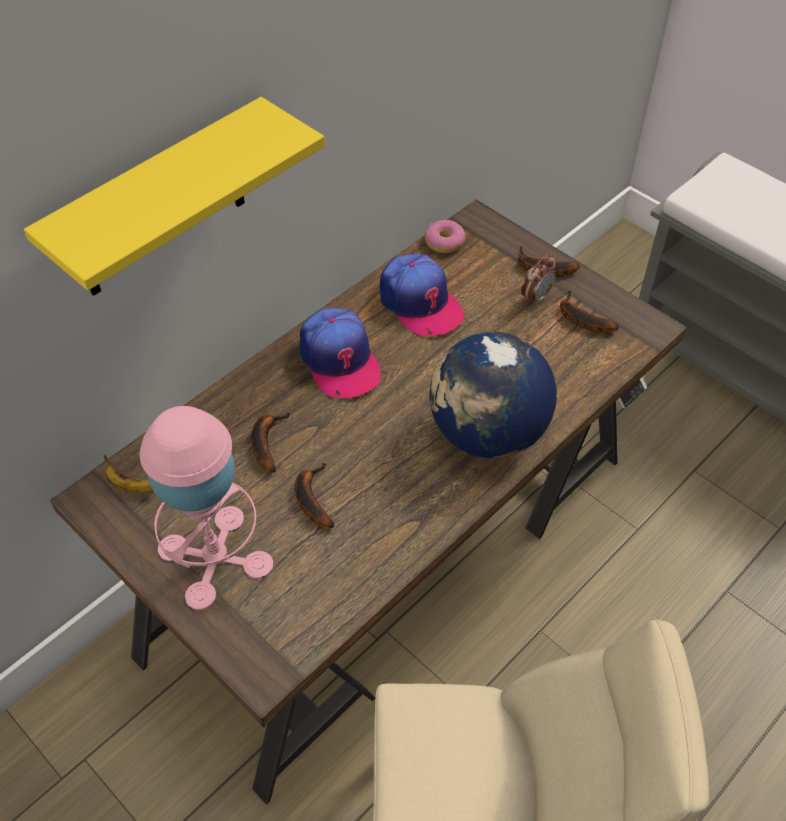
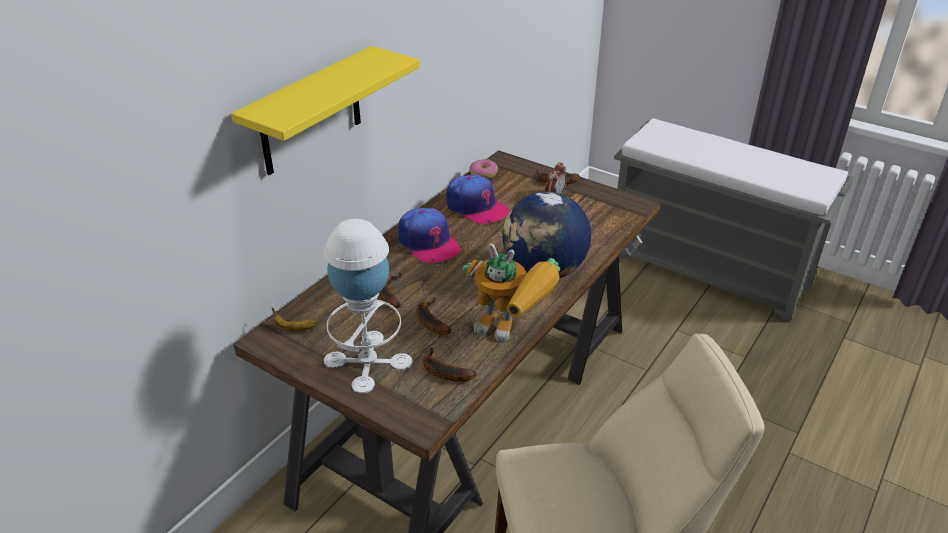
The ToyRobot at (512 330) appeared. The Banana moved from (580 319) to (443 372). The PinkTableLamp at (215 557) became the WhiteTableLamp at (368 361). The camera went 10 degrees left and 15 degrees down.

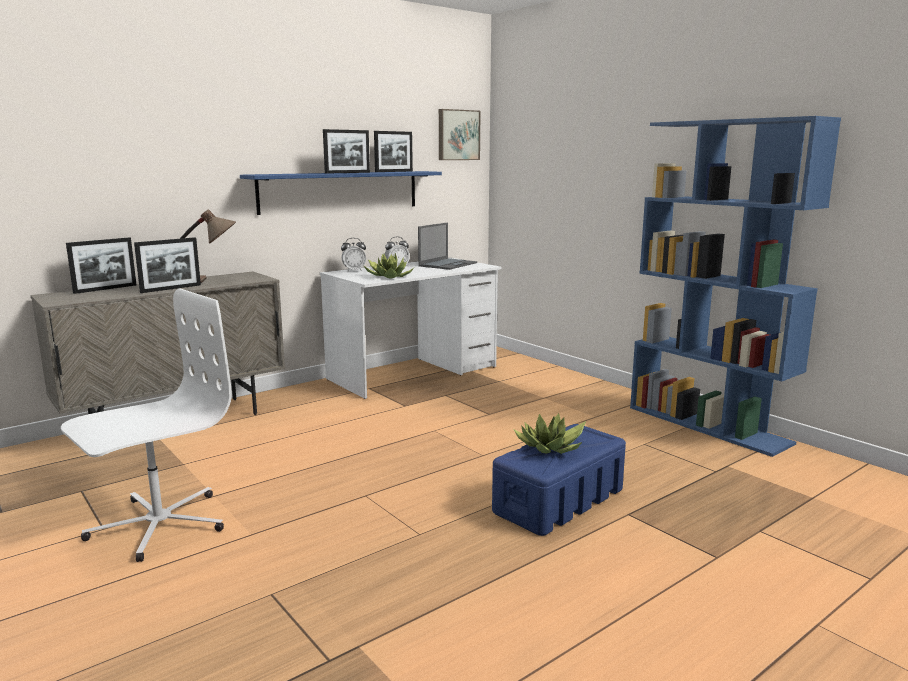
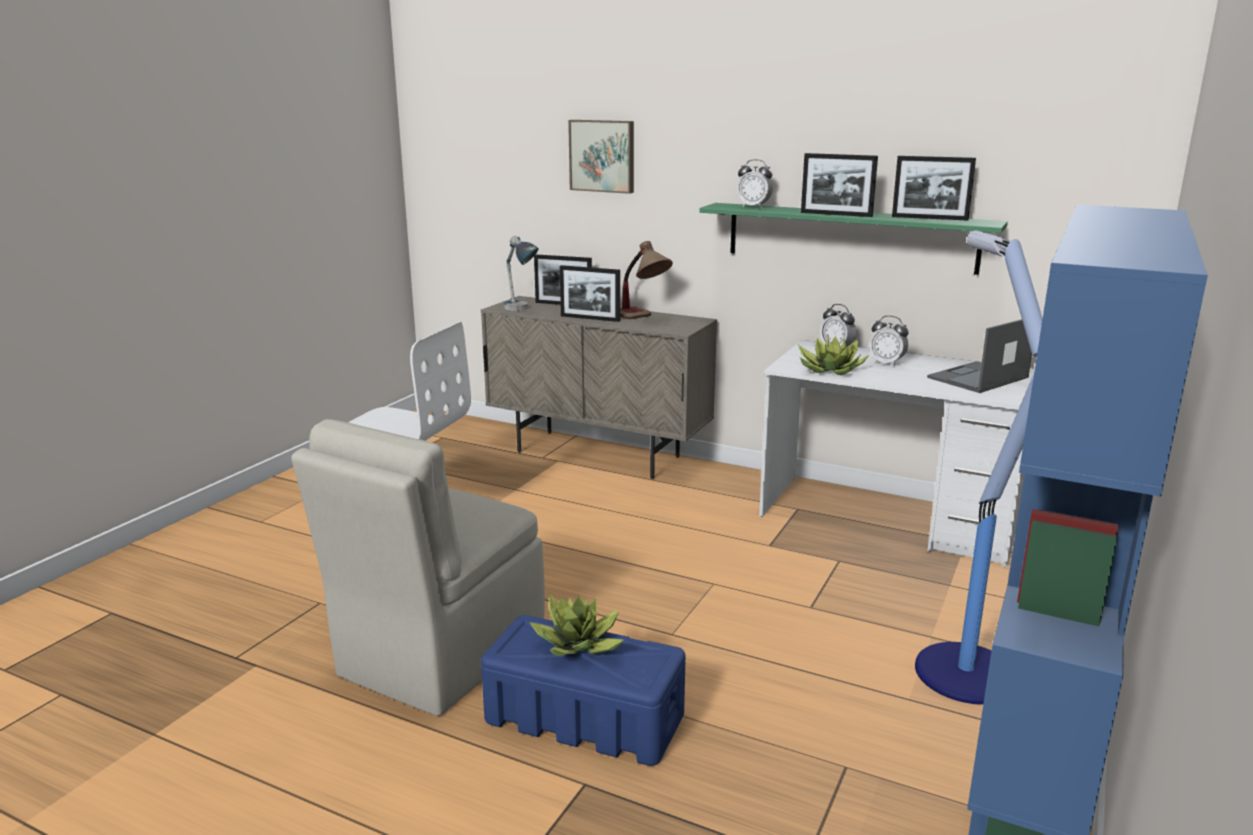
The BeigeChair at (439 655) appeared. The TableLamp at (520 310) appeared. The AlarmClock at (753 207) appeared. The FloorLamp at (963 671) appeared. The Picture moved from (457 135) to (603 156). The BlueShelf at (340 191) became the GreenShelf at (850 237). The Laptop at (448 264) turned 135 degrees clockwise. The camera went 65 degrees right and 5 degrees up.

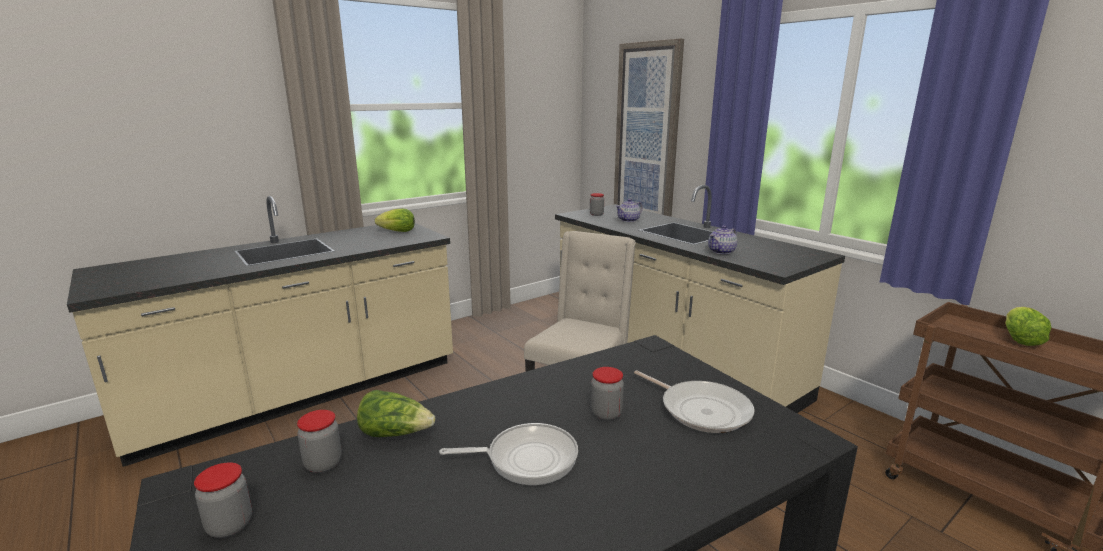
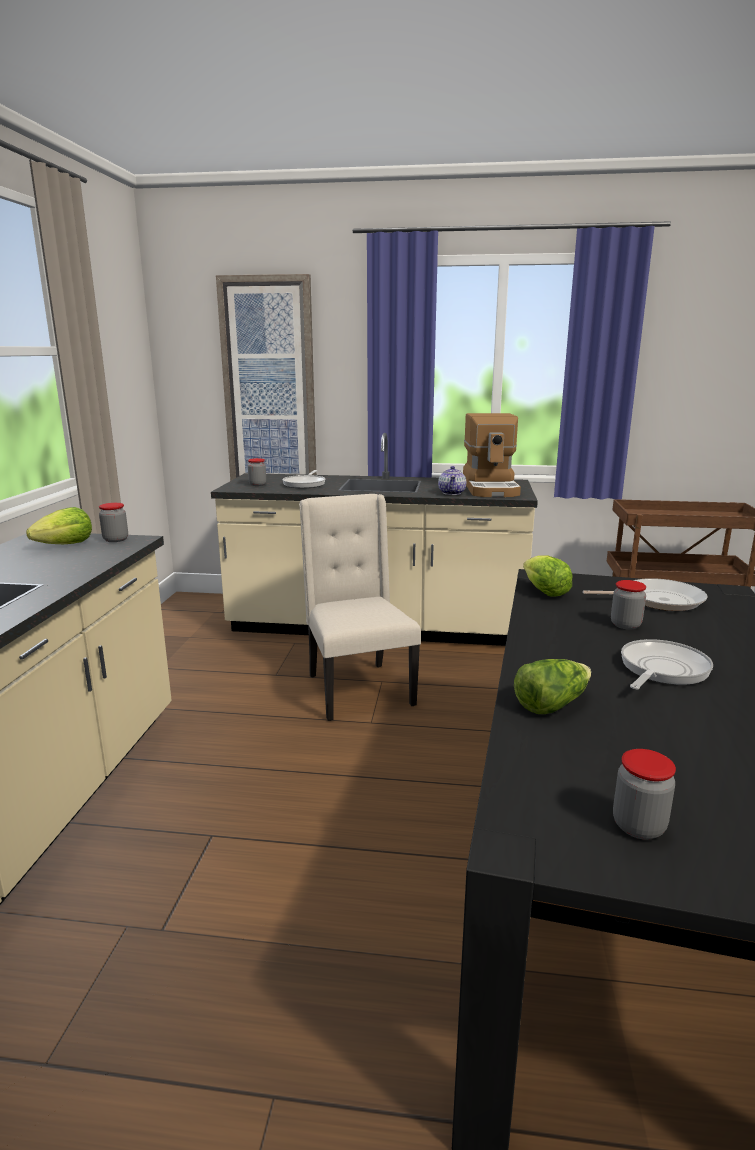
The CoffeeMachine at (491 488) appeared. The Jar moved from (323 464) to (115 539). The Lettuce moved from (1020 340) to (545 592). The Teapot at (629 220) was replaced by the FryingPan at (305 484). The camera went 45 degrees left and 0 degrees up.

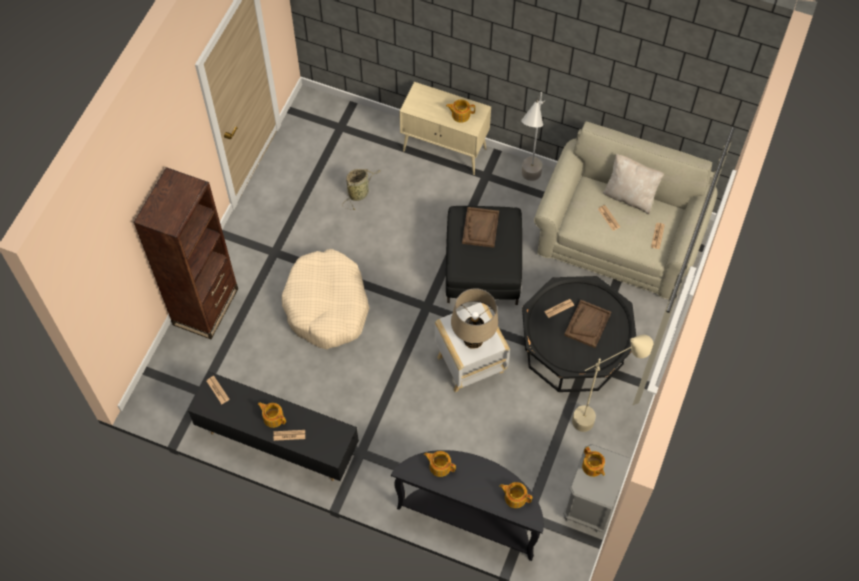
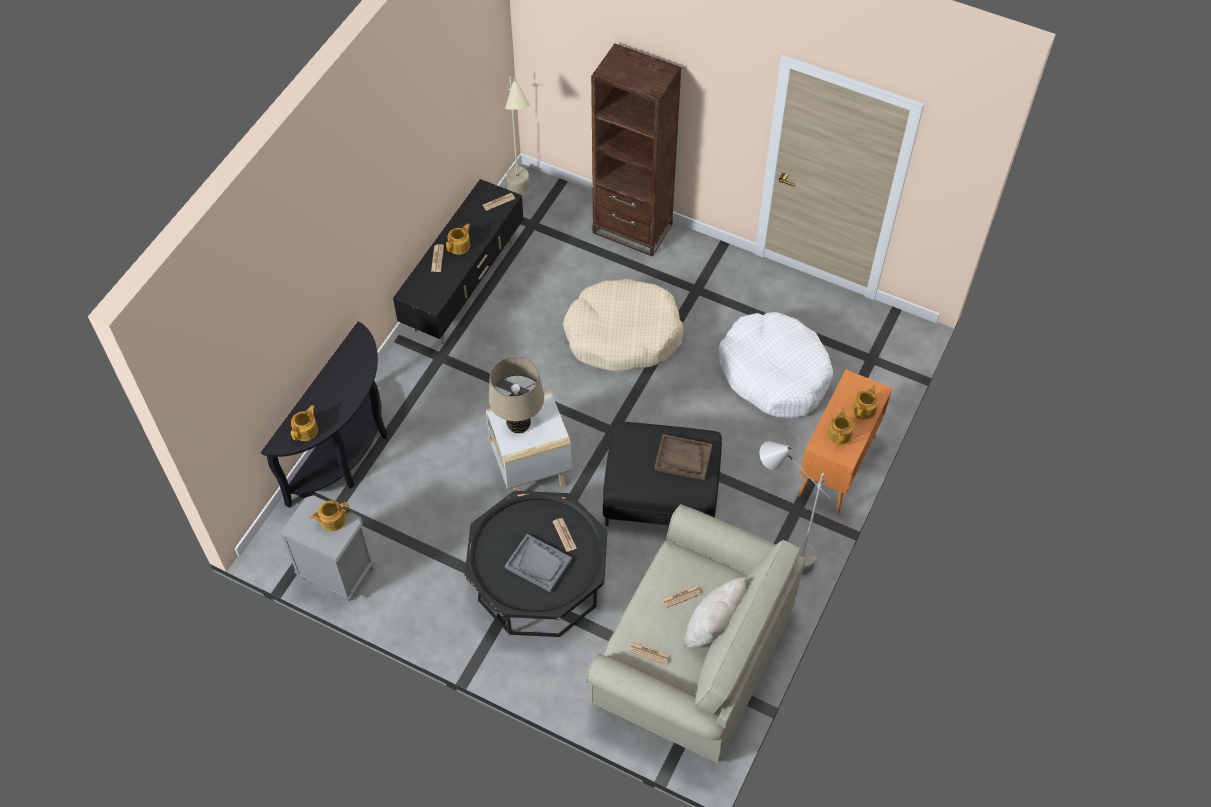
The Teapot moved from (439 466) to (864 409). The BeigeFloorLamp moved from (600 416) to (521 199). The Basket at (359 193) was replaced by the WhiteDogBed at (774 373). The BeigeCabinet at (445 150) became the OrangeCabinet at (836 467). The BrownTray at (587 324) became the GreyTray at (538 564). The camera went 95 degrees right and 5 degrees down.

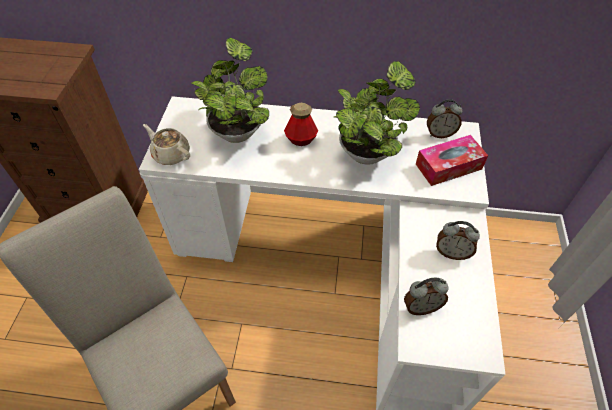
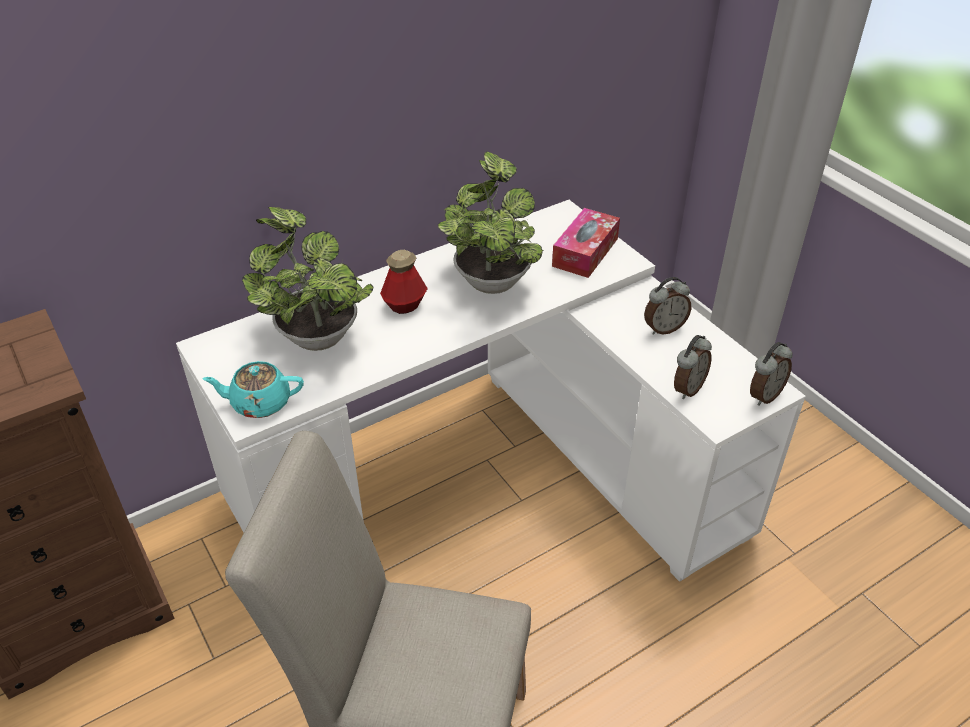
The AlarmClock moved from (440 134) to (764 395). The BeigeTeapot at (171 154) became the TurquoiseTeapot at (260 403). The camera went 40 degrees left and 10 degrees down.

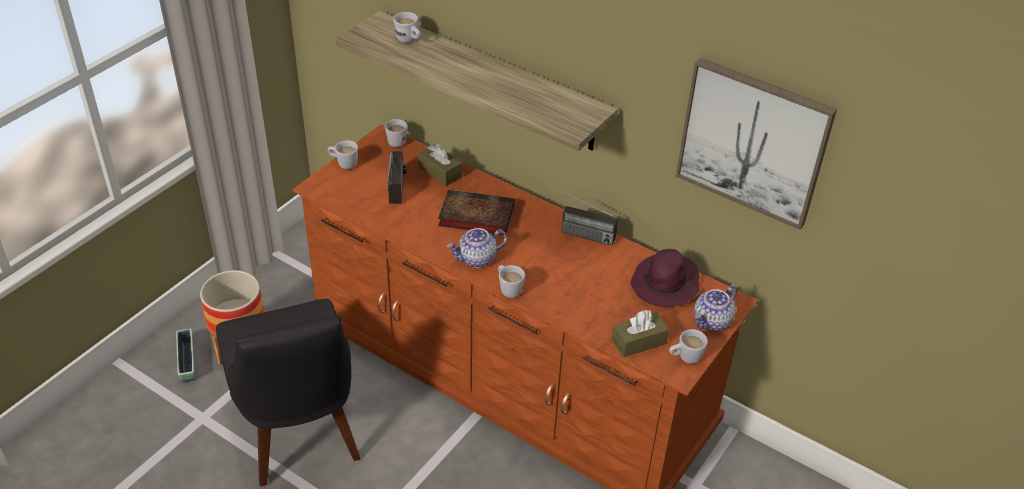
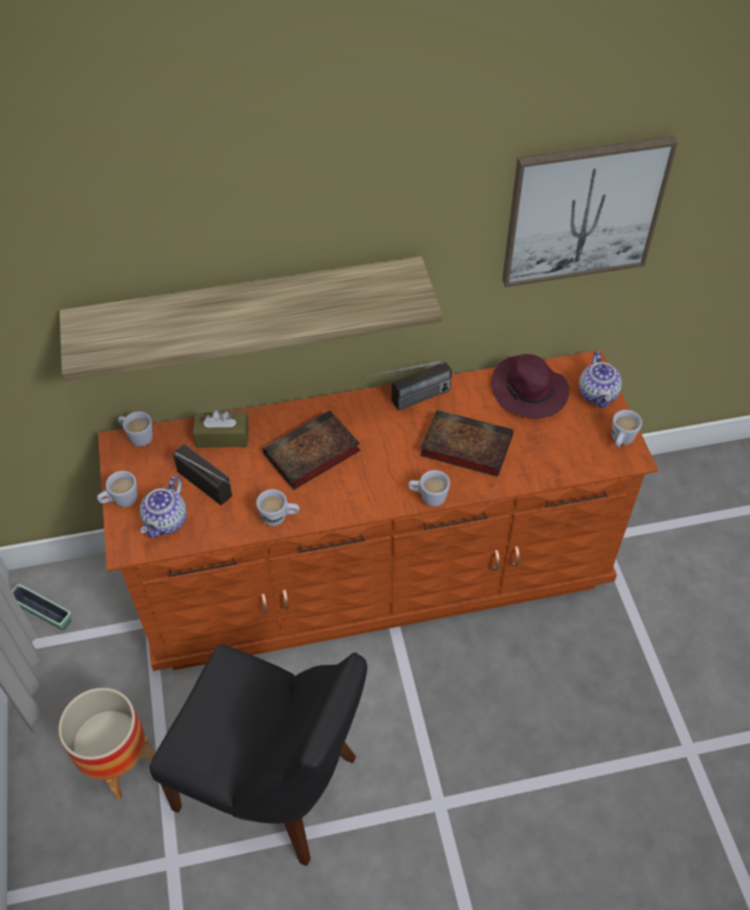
The BrownTissueBox at (639 341) disappeared. The Book at (464 446) appeared. The Planter moved from (187 361) to (43 612). The WhiteMug moved from (409 41) to (279 518). The Teapot moved from (477 259) to (166 521). The camera went 45 degrees left and 10 degrees up.

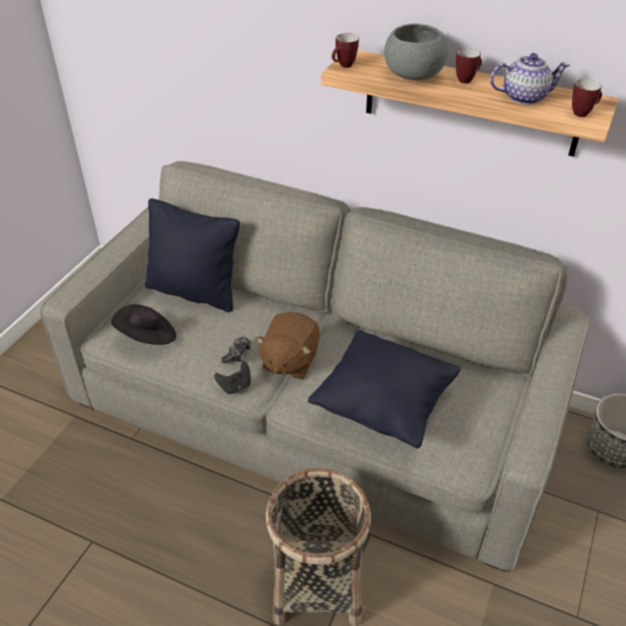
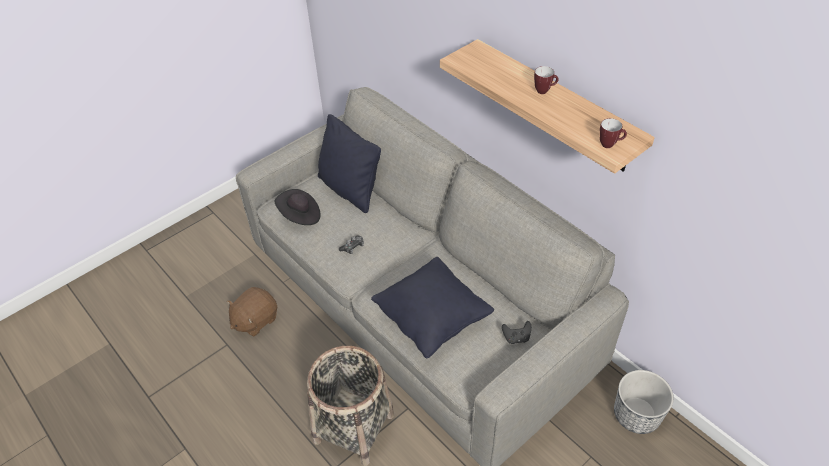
The Mug at (344 66) disappeared. The GreyBowl at (413 75) disappeared. The Teapot at (524 97) disappeared. The BlackGameController moved from (235 386) to (516 338). The BrownPlushToy moved from (289 361) to (255 320). The camera went 25 degrees right and 5 degrees up.

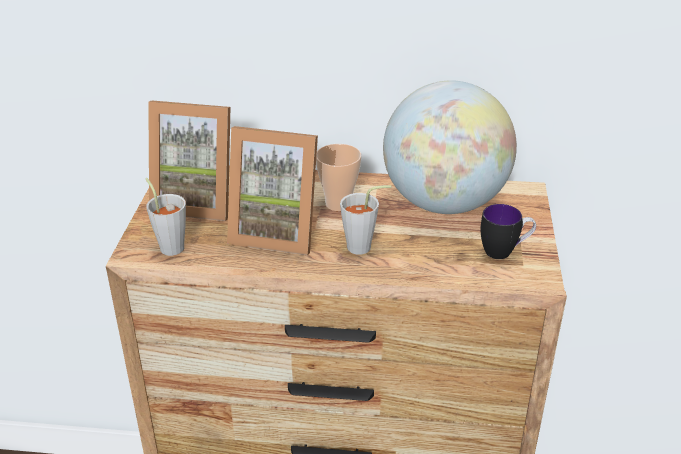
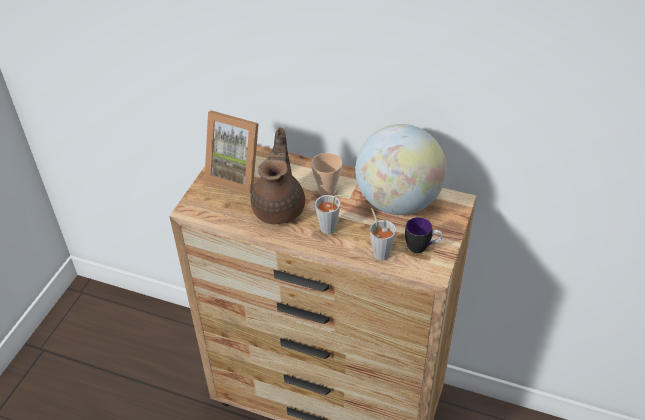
The GreyCup moved from (170 245) to (380 251). The PictureFrame at (276 231) was replaced by the BrownTeapot at (280 207). The camera went 15 degrees right and 10 degrees up.

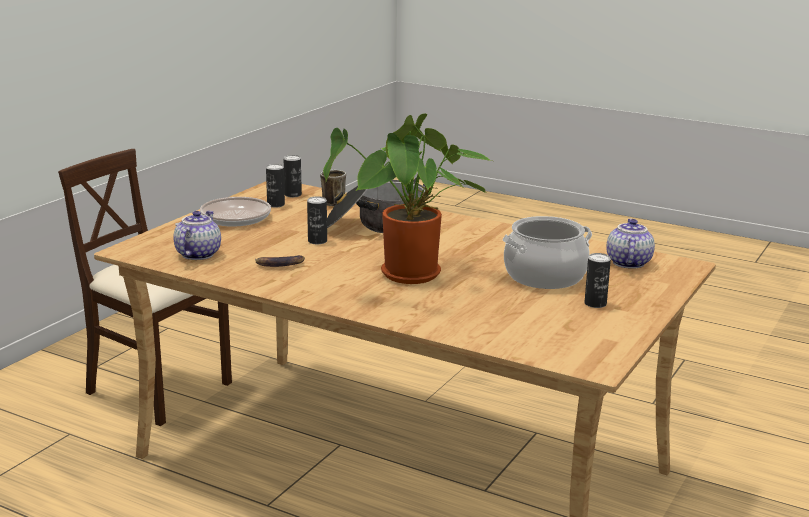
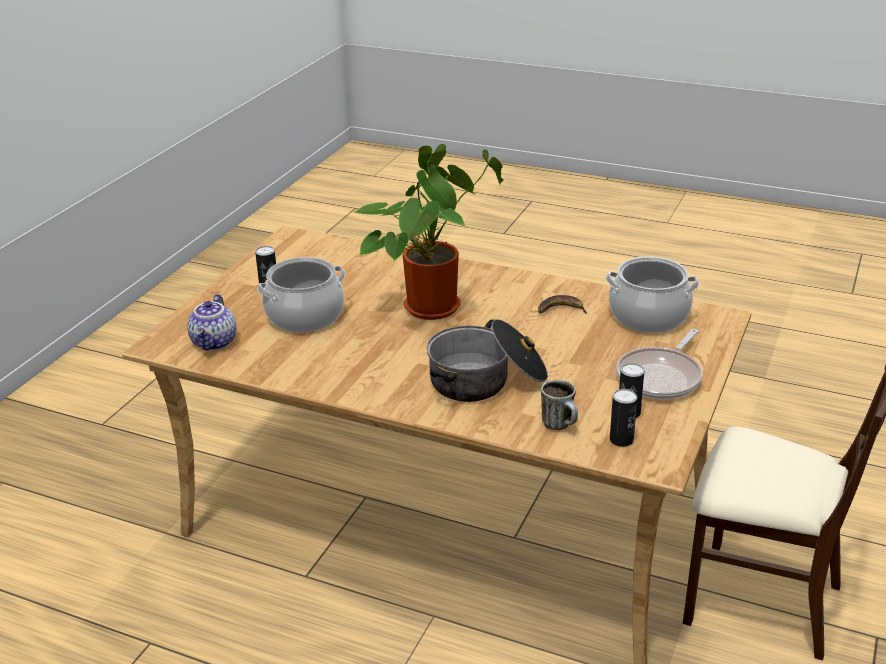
The Can at (317 241) disappeared. The Teapot at (197 254) was replaced by the CookingPot at (649 316). The camera went 175 degrees right and 10 degrees up.

